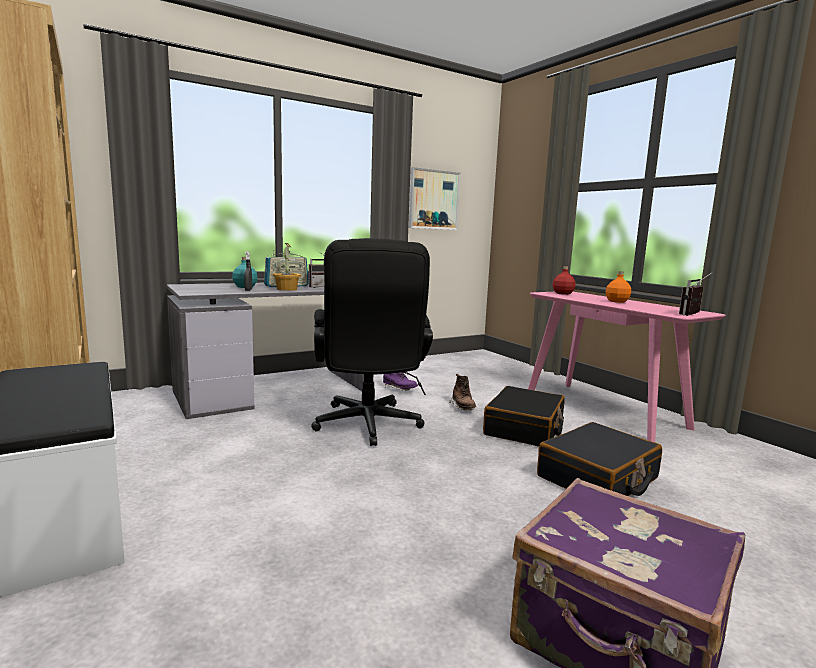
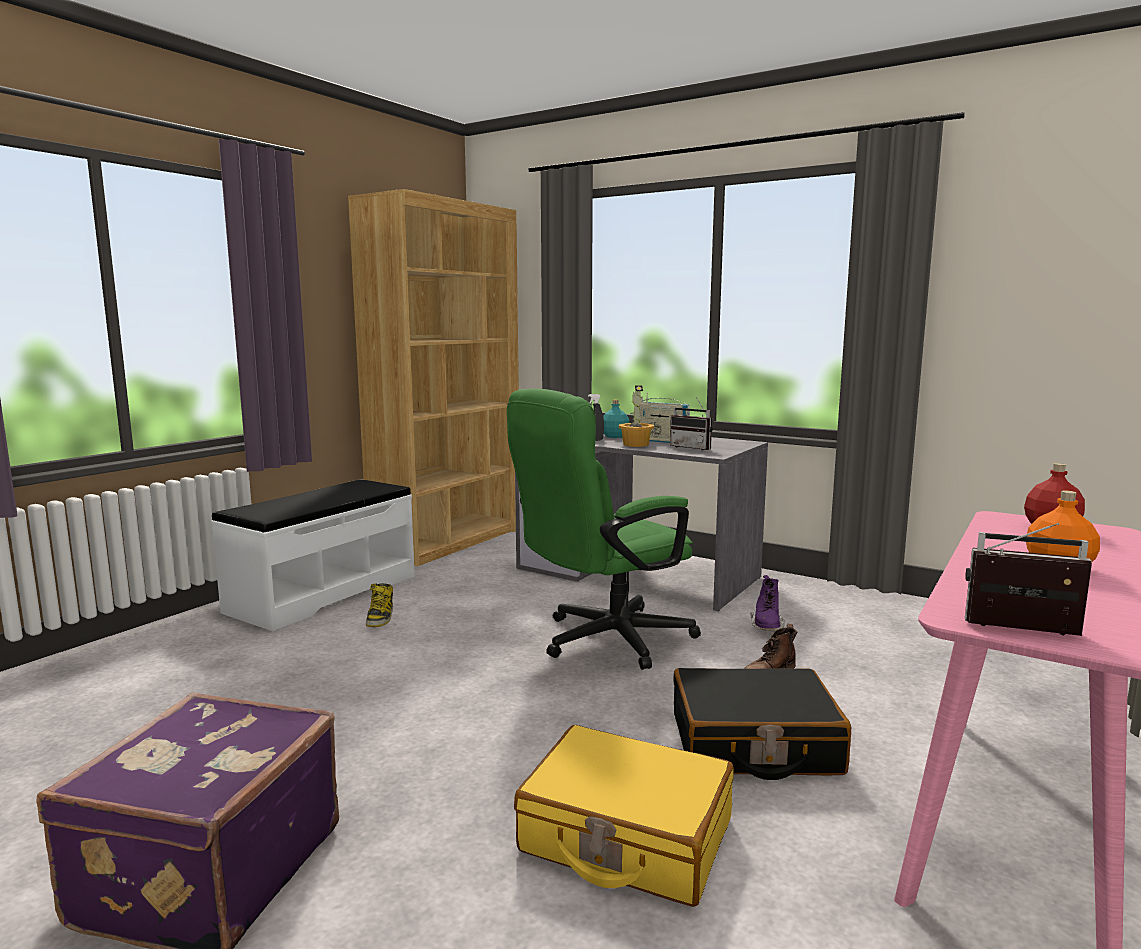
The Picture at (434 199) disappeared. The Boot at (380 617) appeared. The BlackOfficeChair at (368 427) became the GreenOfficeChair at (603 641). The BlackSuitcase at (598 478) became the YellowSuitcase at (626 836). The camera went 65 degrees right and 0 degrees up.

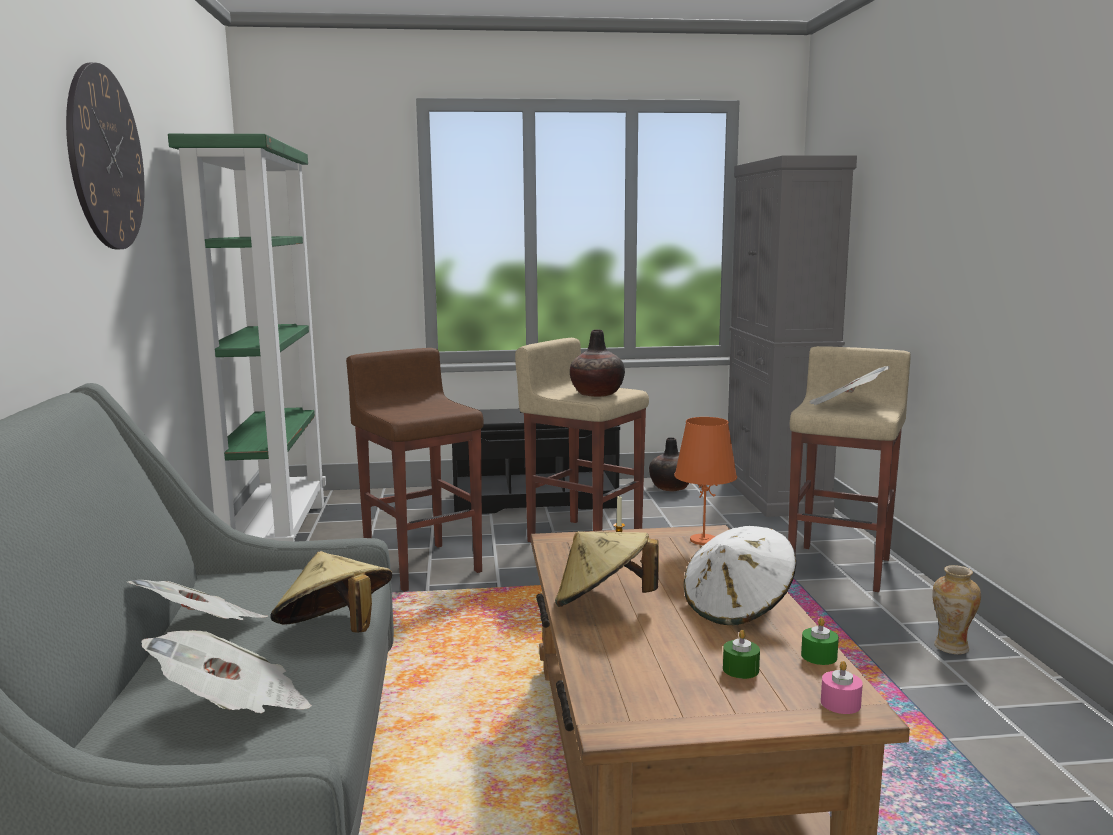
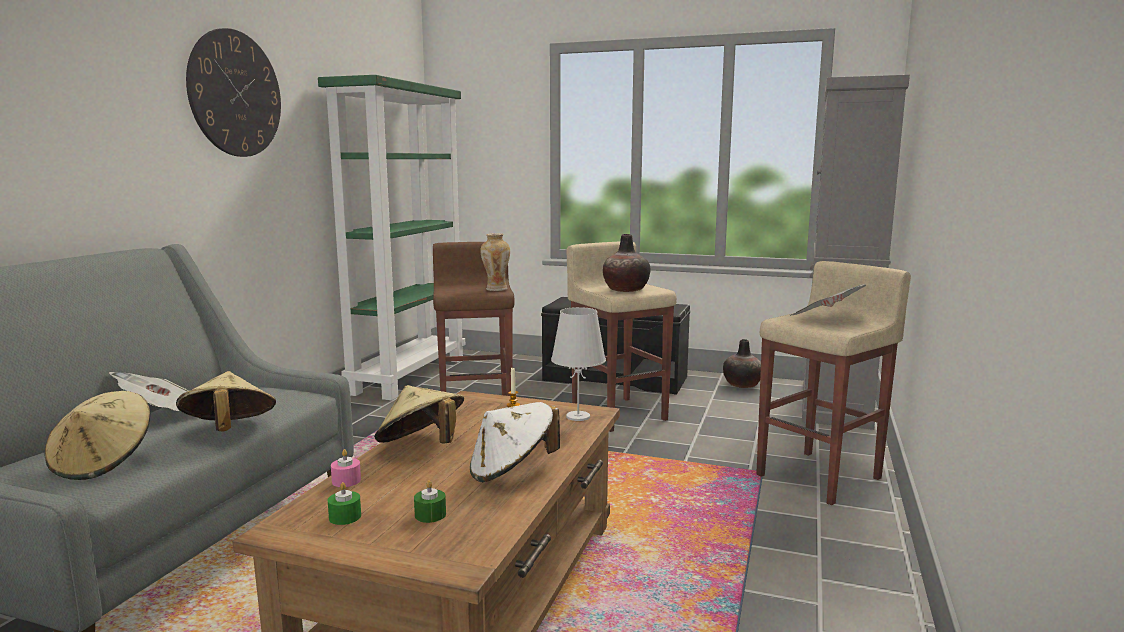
The GreenCandle moved from (819 656) to (345 517). The PinkCandle moved from (840 703) to (346 481). The Vase moved from (951 647) to (495 289). The Newspaper at (234 709) was replaced by the BeigeHat at (103 463). The OrangeTableLamp at (704 540) became the WhiteTableLamp at (578 416). The camera went 25 degrees right and 0 degrees up.

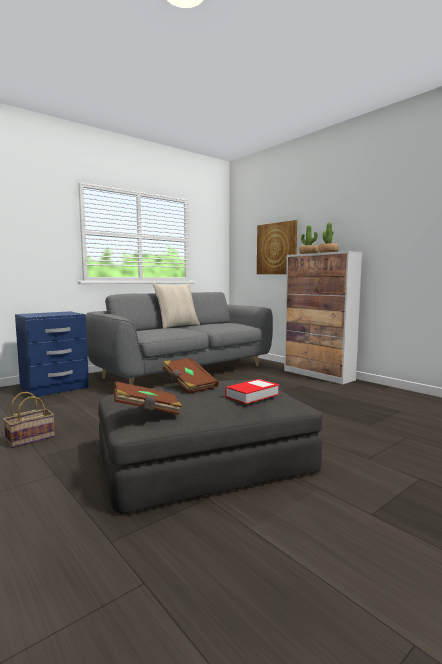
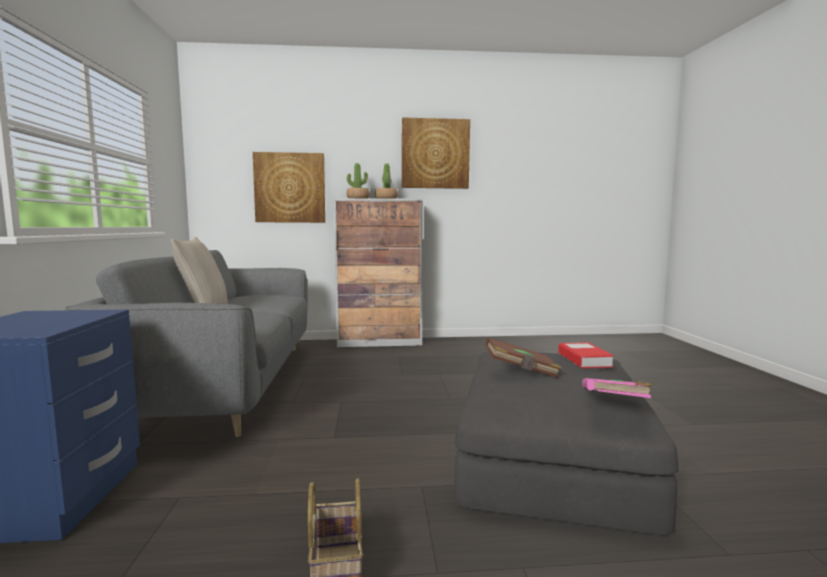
The Picture at (435 154) appeared. The BrownBook at (147 411) became the PinkBook at (614 404). The camera went 55 degrees left and 0 degrees up.

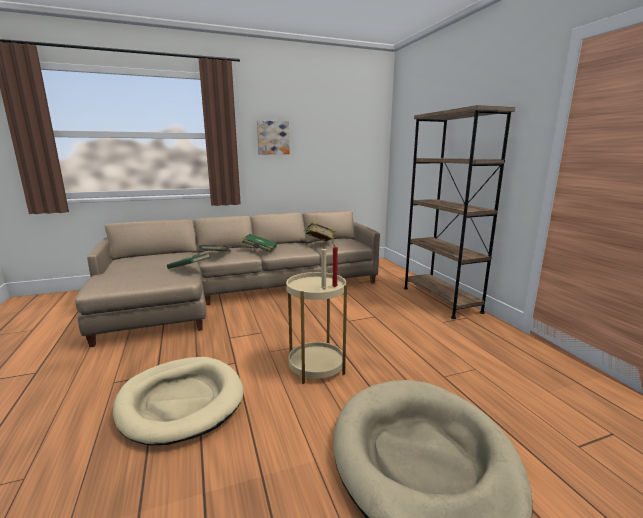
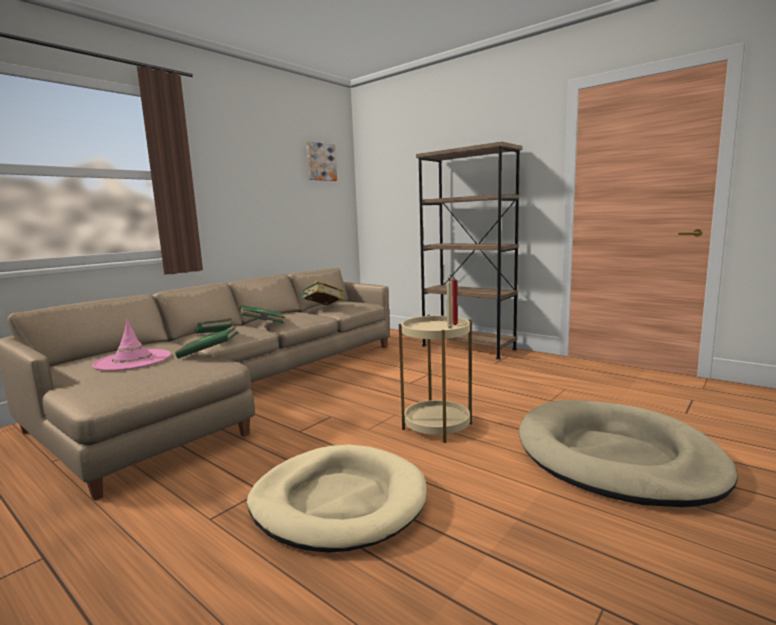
The PinkHat at (132 360) appeared. The Picture moved from (273 137) to (320 162). The camera went 30 degrees left and 5 degrees down.

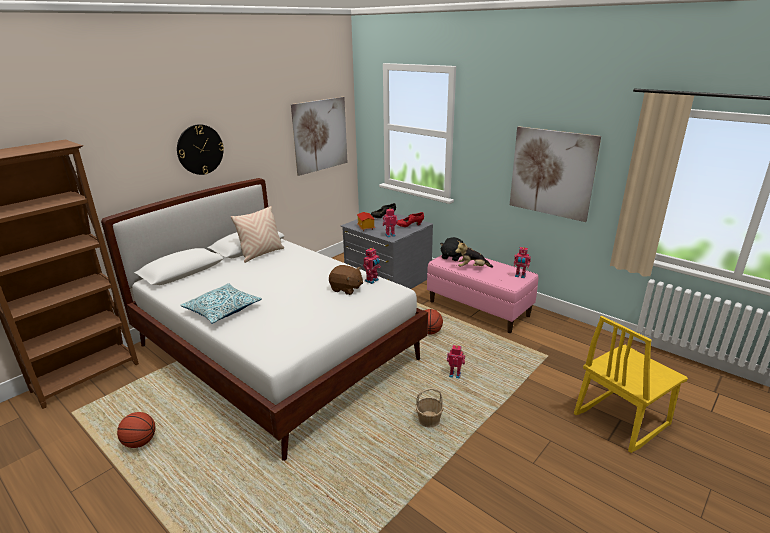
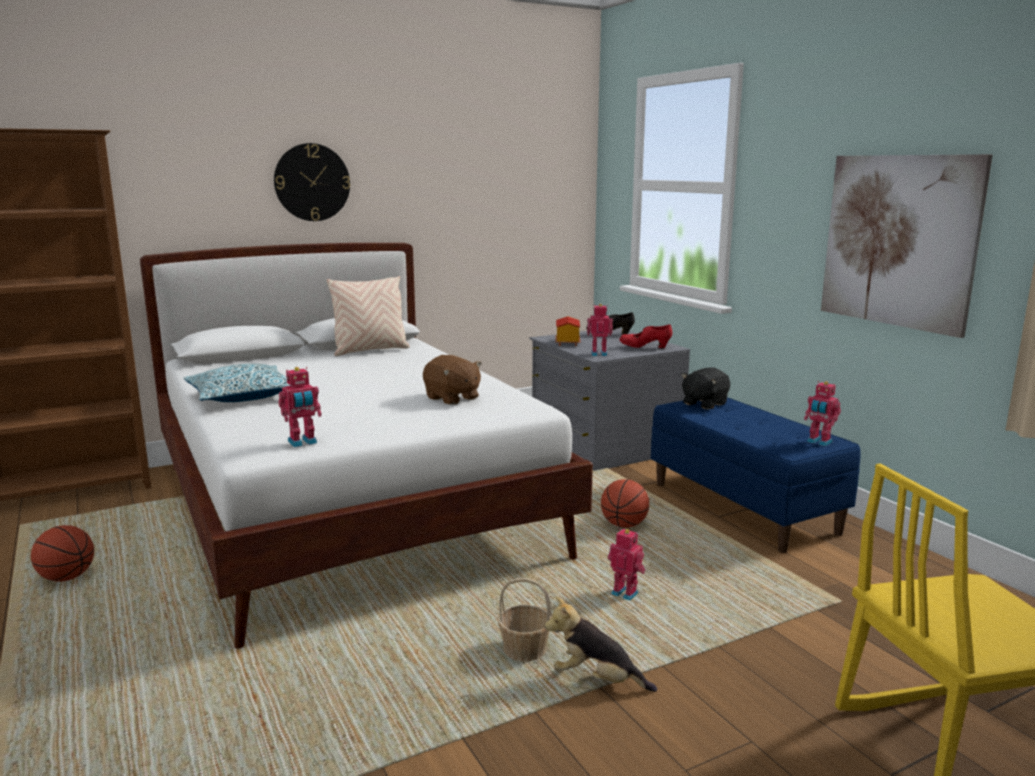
The Picture at (320 135) disappeared. The ToyRobot moved from (372 281) to (303 442). The PlushToy moved from (472 268) to (597 680). The PinkBench at (479 308) became the BlueBench at (744 507). The camera went 20 degrees right and 10 degrees down.

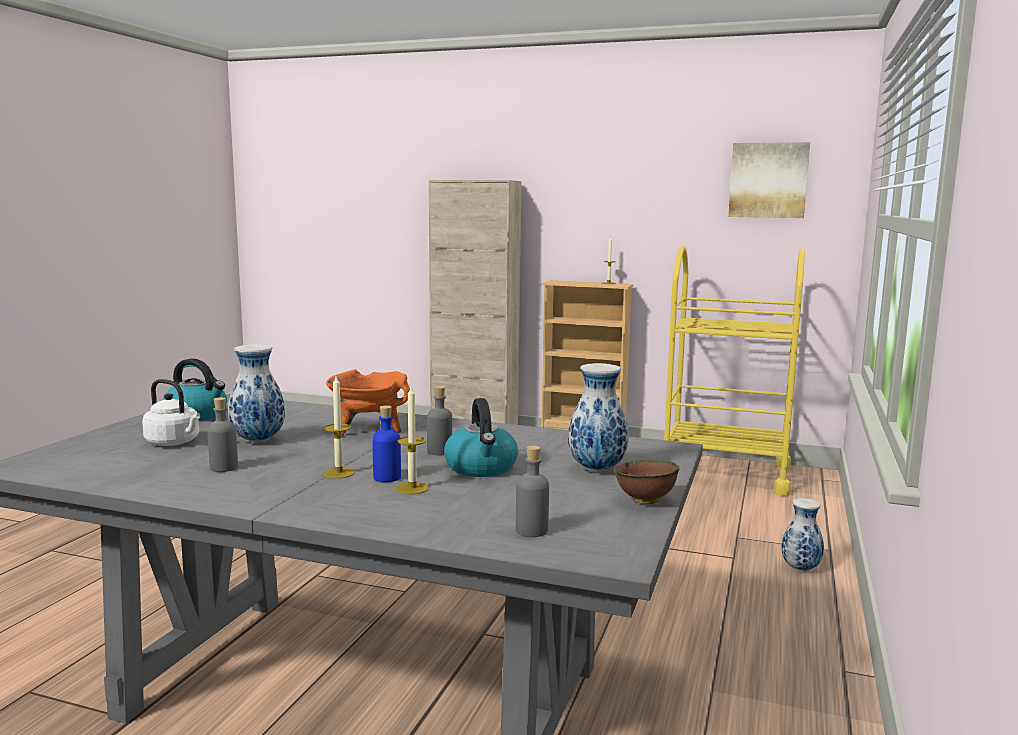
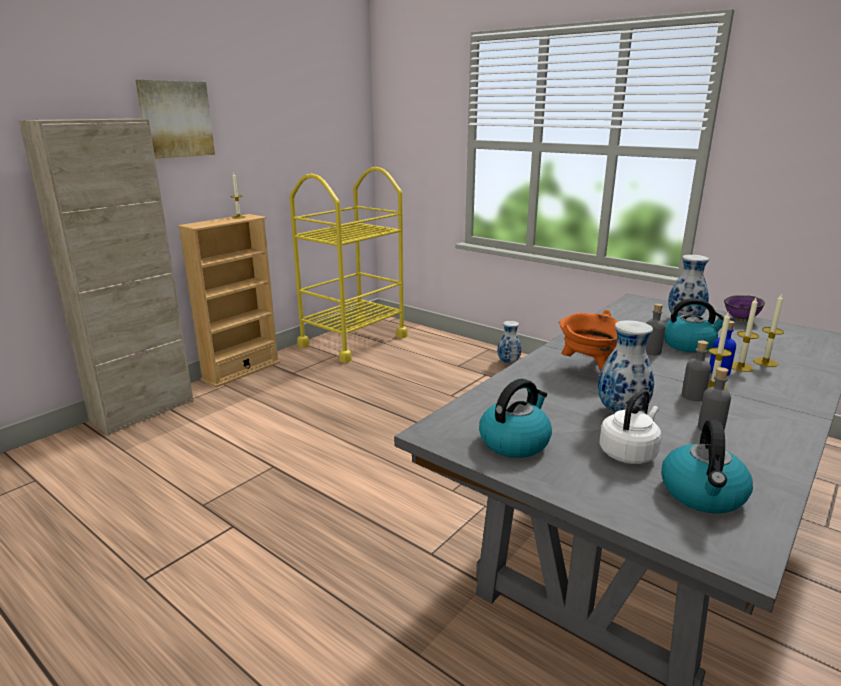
The Kettle at (703 494) appeared. The Candle at (765 362) appeared. The GreyBottle moved from (531 530) to (693 396). The Picture moved from (768 180) to (175 119). The BrownBowl at (644 501) became the PurpleBowl at (741 319). The camera went 70 degrees left and 10 degrees up.

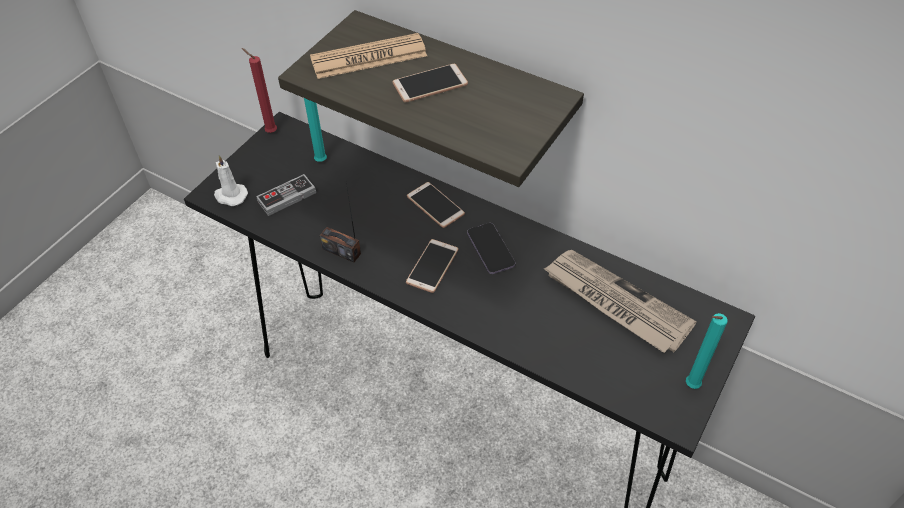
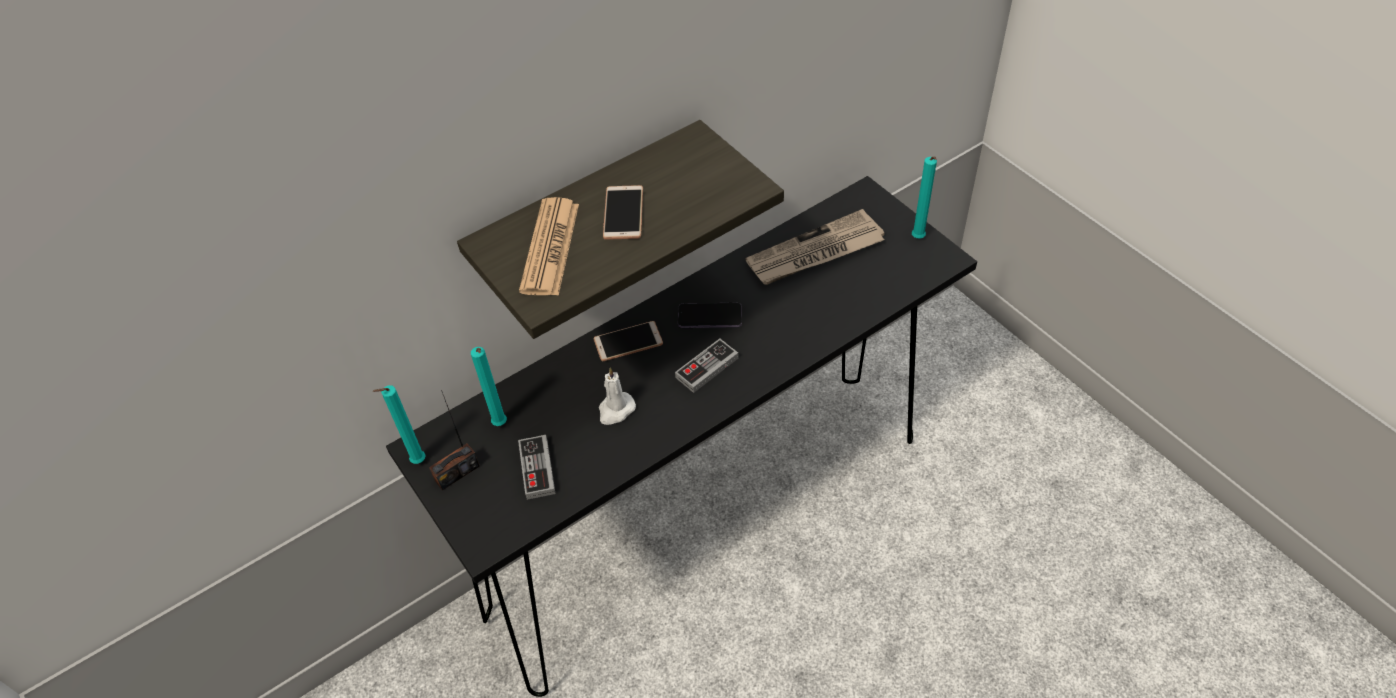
The WhiteCandle moved from (230 196) to (615 410). The Radio moved from (341 251) to (457 473). The Phone at (432 266) was replaced by the GameController at (707 368). The RedCandle at (269 131) became the TurquoiseCandle at (416 462). The camera went 65 degrees left and 0 degrees up.

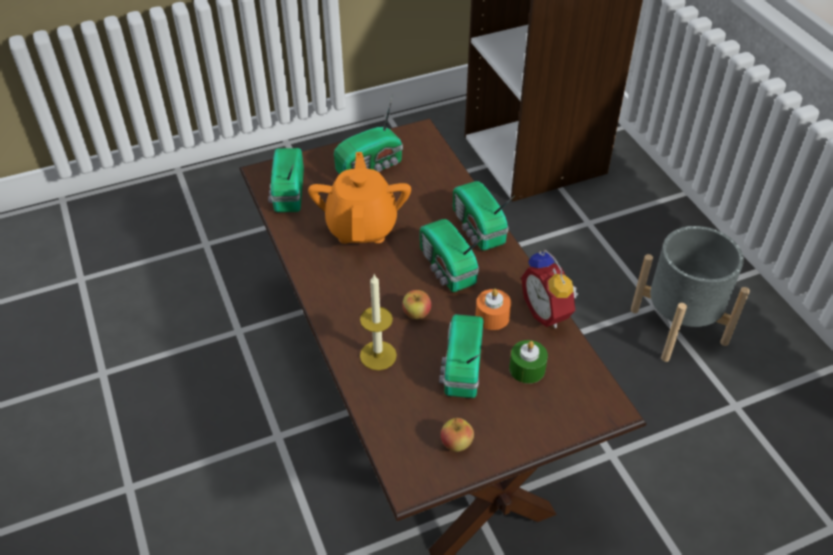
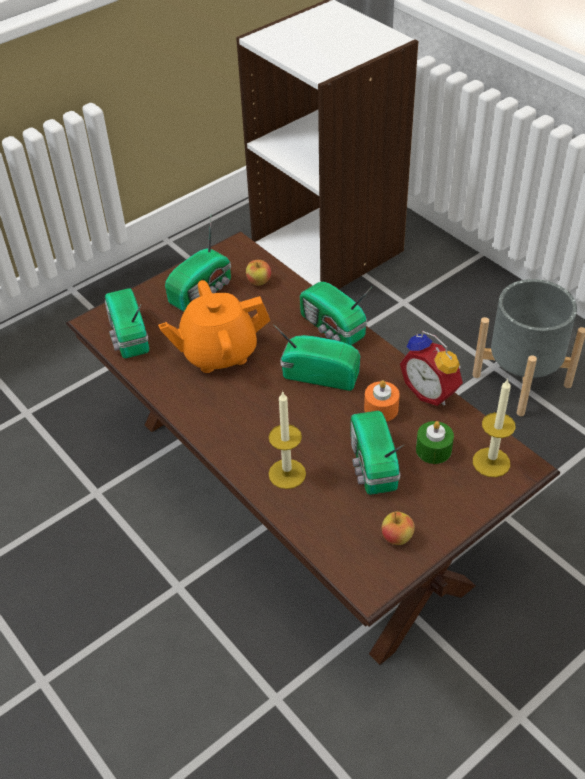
The Candle at (491 462) appeared. The Apple moved from (416 314) to (259 282). The OrangeTeapot at (362 226) turned 90 degrees counterclockwise. The Radio at (447 268) turned 150 degrees clockwise. The camera went 15 degrees left and 0 degrees up.

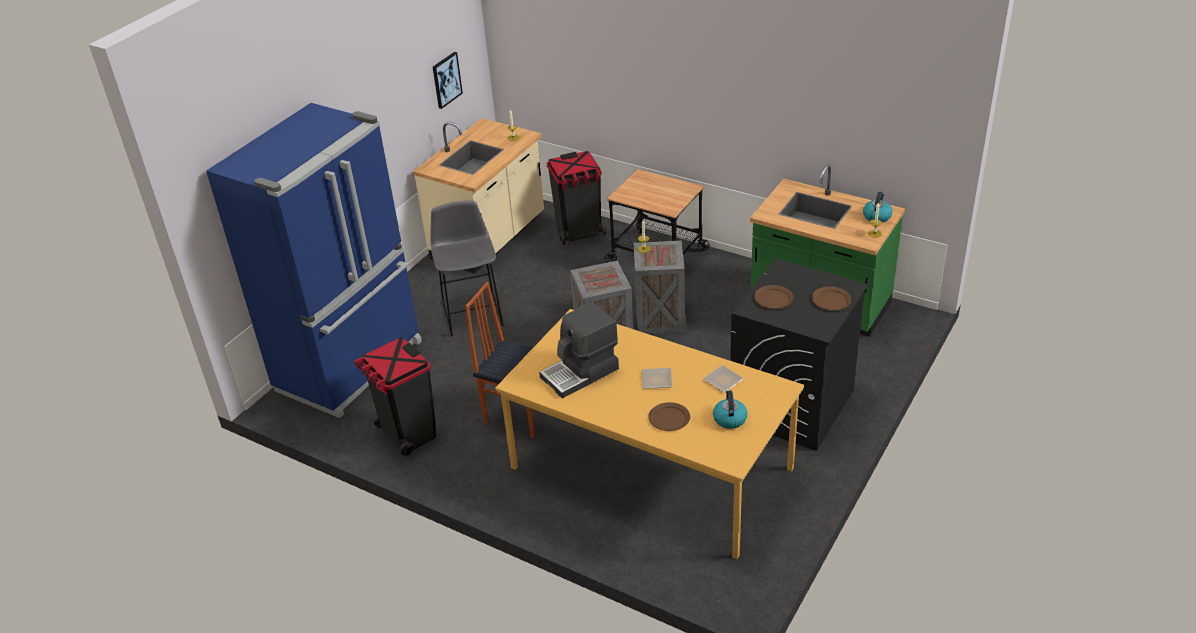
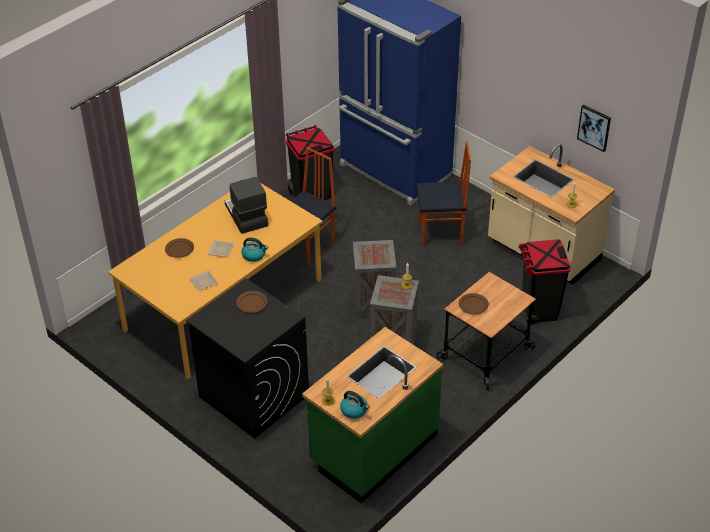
The Kettle moved from (729 419) to (254 255). The BrownPlate moved from (831 300) to (473 305). The GreyStool at (472 311) was replaced by the Chair at (441 234). The camera went 100 degrees right and 5 degrees up.

